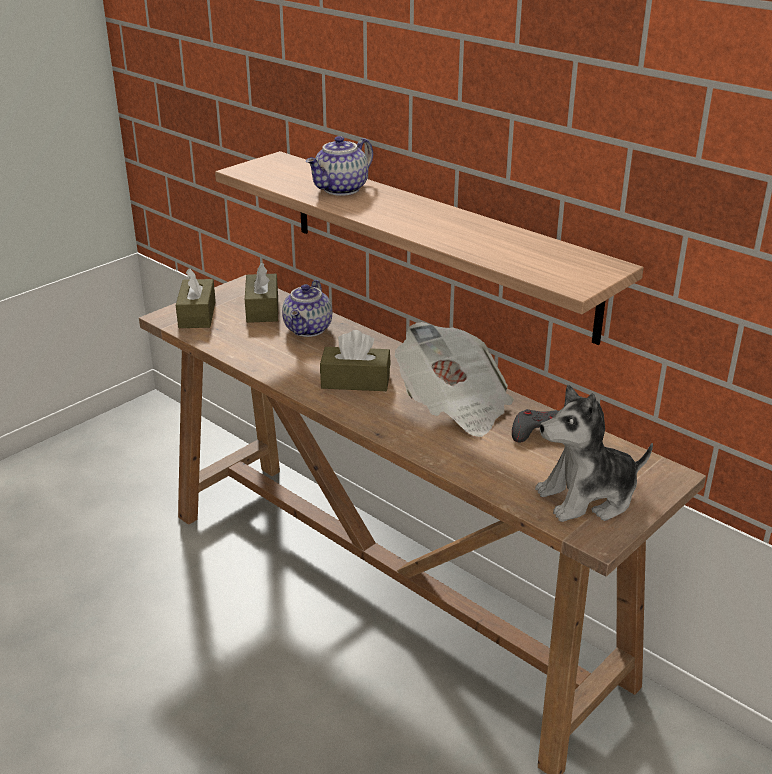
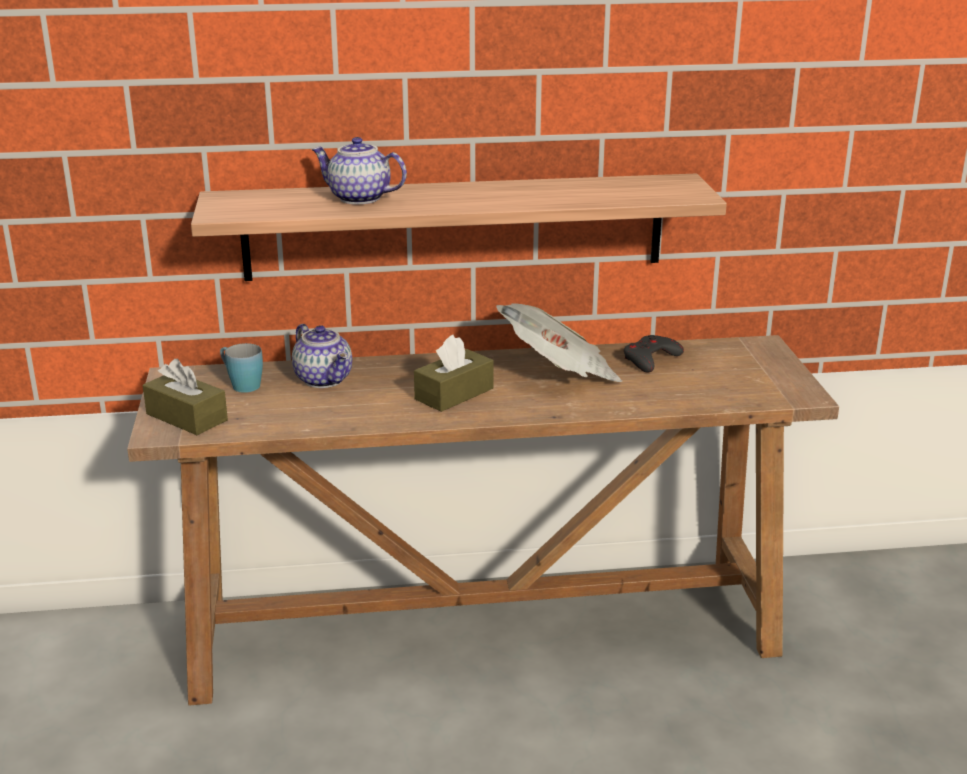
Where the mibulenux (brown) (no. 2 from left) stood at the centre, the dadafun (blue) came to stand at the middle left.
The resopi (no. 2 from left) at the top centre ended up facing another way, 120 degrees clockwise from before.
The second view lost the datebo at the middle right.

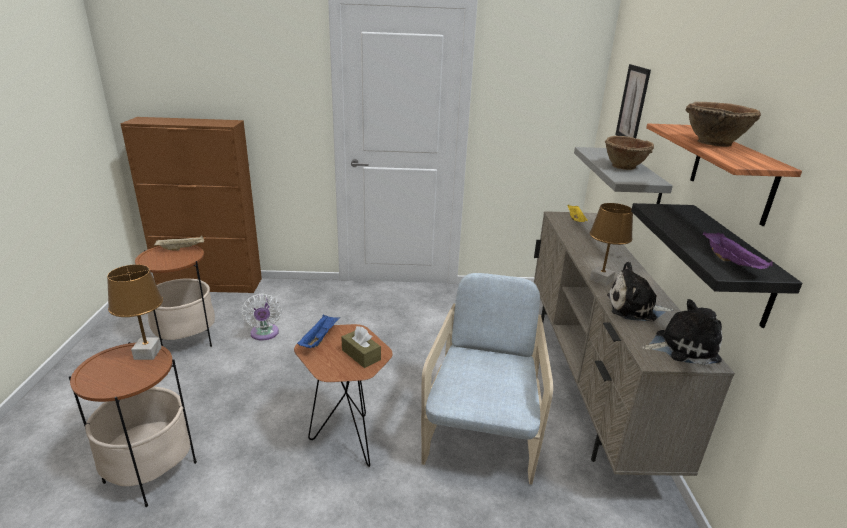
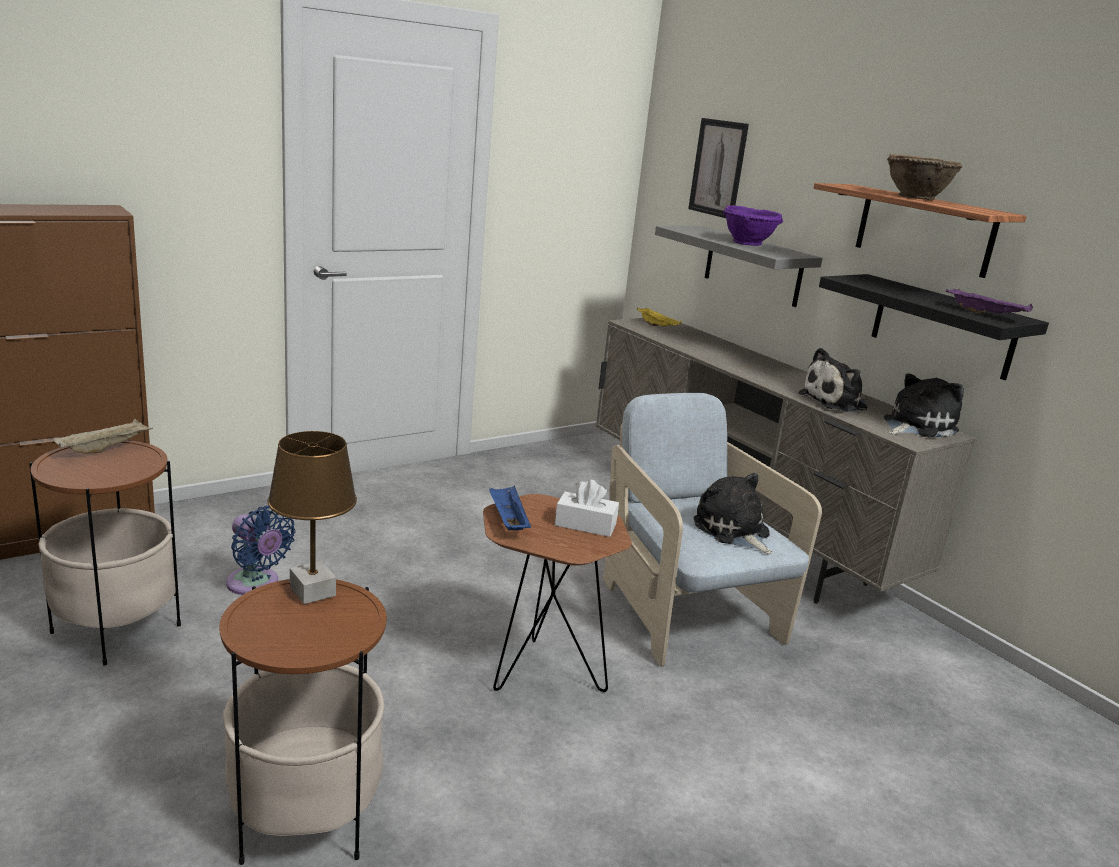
What was the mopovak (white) at the middle left turned into the mopovak (blue) at the middle left.
What was the mibulenux (brown) at the centre turned into the mibulenux (white) at the centre.
The second view lost the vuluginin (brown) (no. 2 from left) at the middle right.
What was the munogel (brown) (no. 1 from left) at the top right turned into the munogel (purple) at the top right.
The second view gained the datebo (no. 1 from left) at the centre.

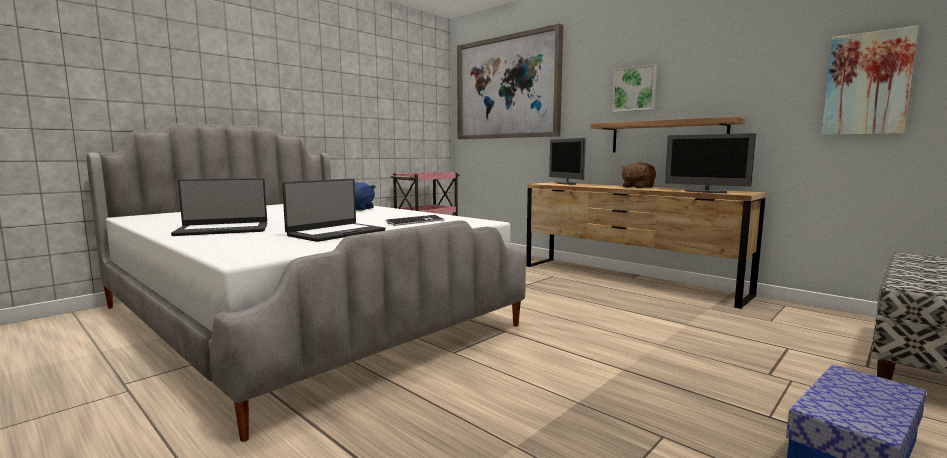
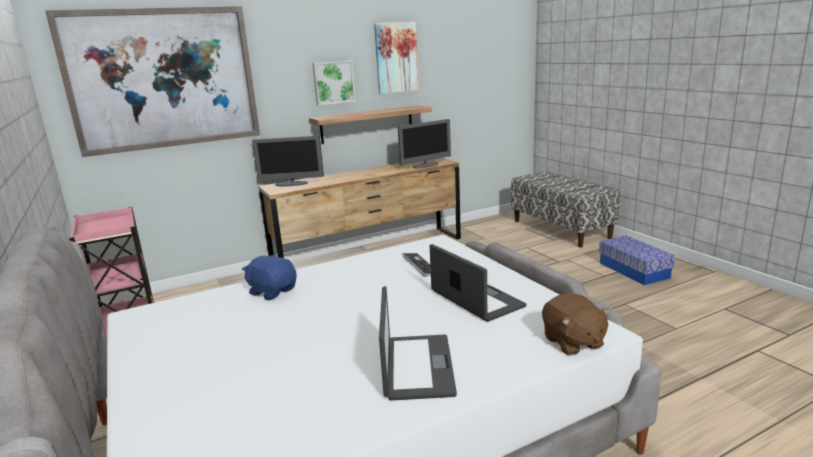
The datebo (brown) ended up elsewhere, having gone from the middle right to the bottom right.
The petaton (no. 3 from left) ended up elsewhere, having gone from the top right to the top centre.

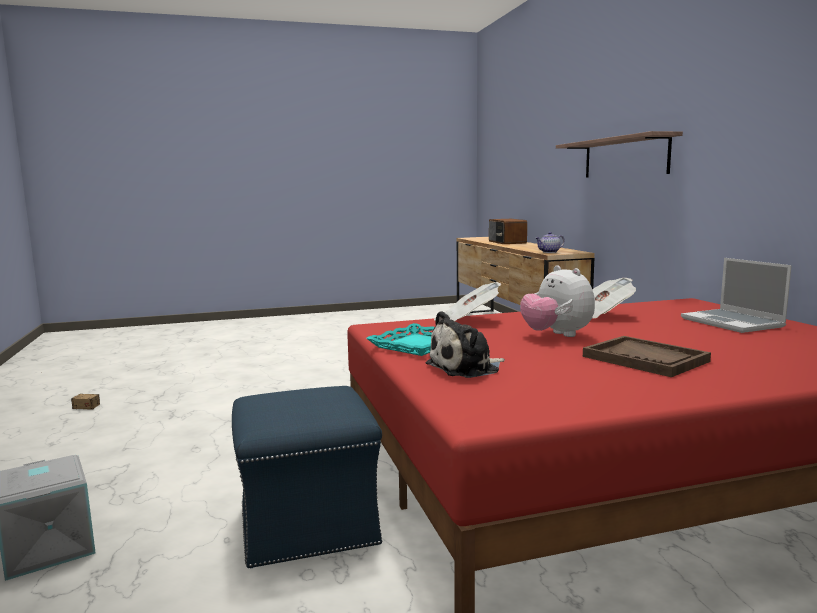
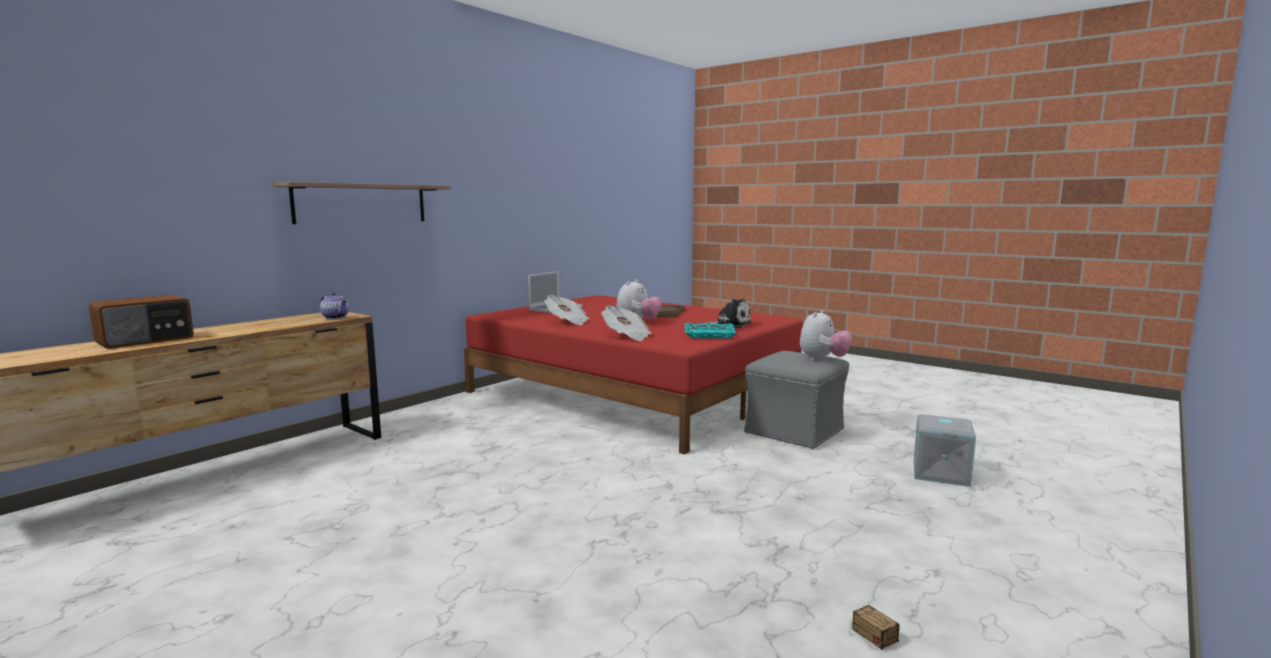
What was the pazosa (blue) at the bottom centre turned into the pazosa (grey) at the centre.
The second view gained the datebo (no. 3 from left) at the centre.

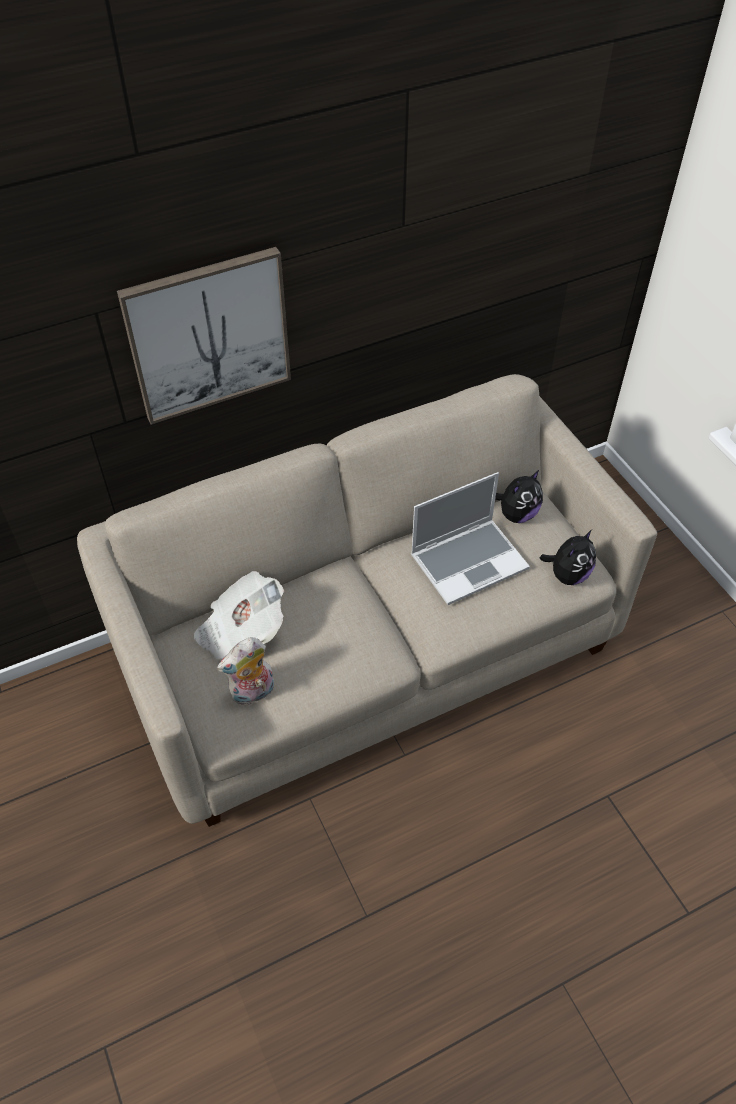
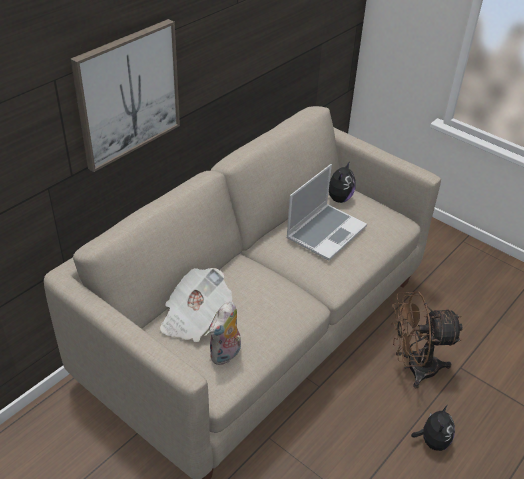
The datebo (no. 3 from left) ended up elsewhere, having gone from the middle right to the bottom right.
The second view gained the mopovak (brown) at the bottom right.

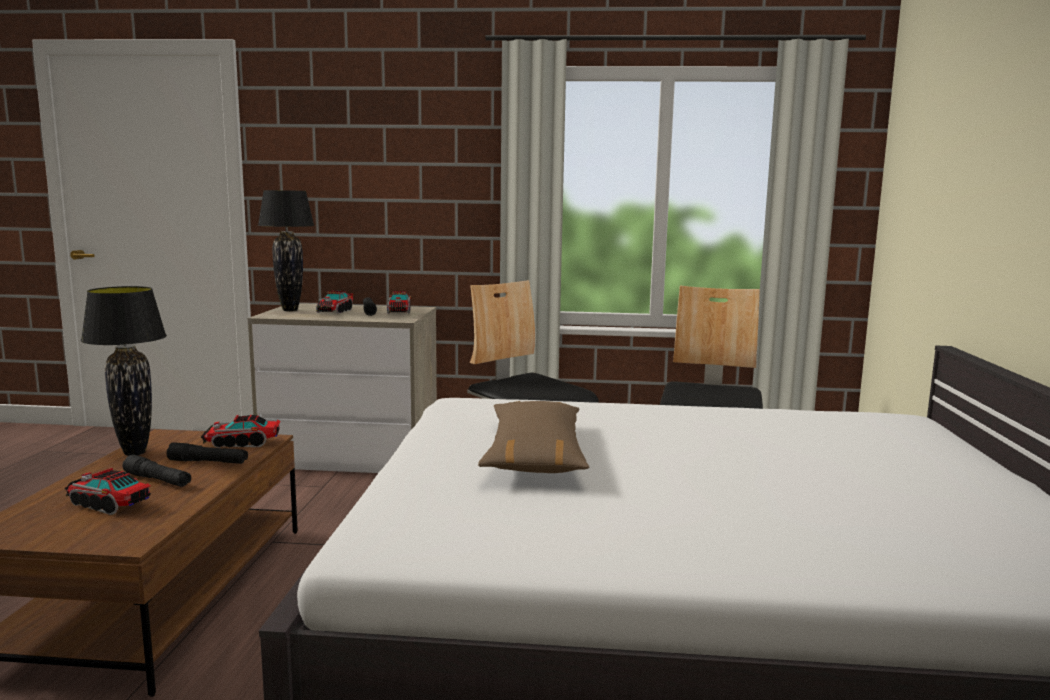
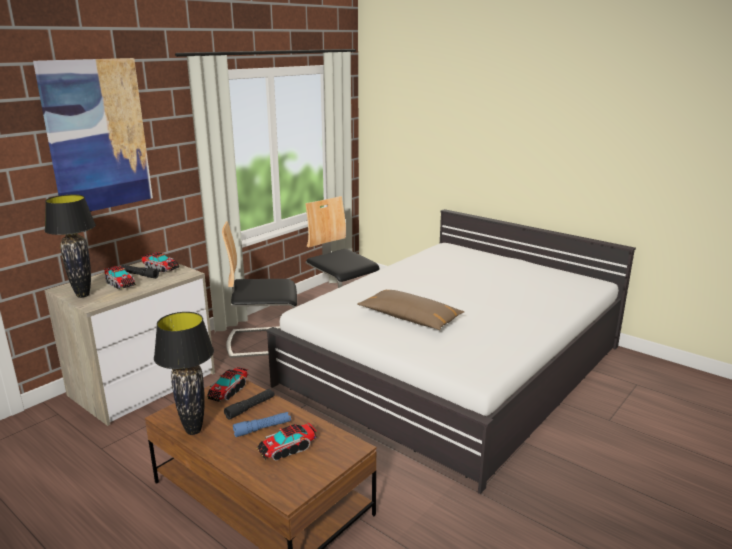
What was the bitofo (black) (no. 1 from left) at the bottom left turned into the bitofo (blue) at the bottom centre.
The second view gained the petaton at the top left.

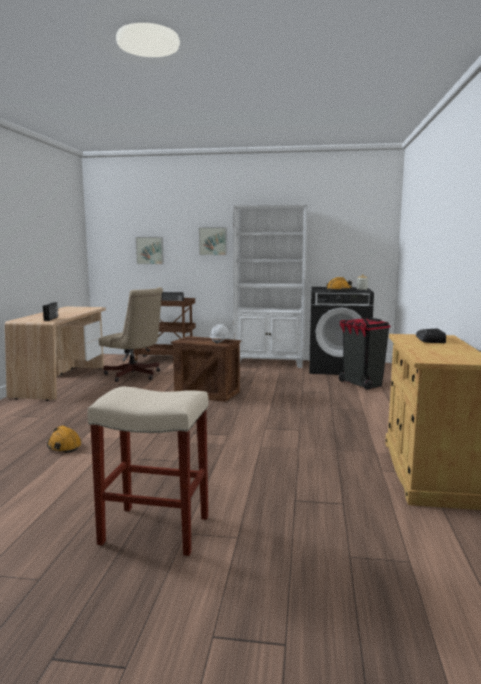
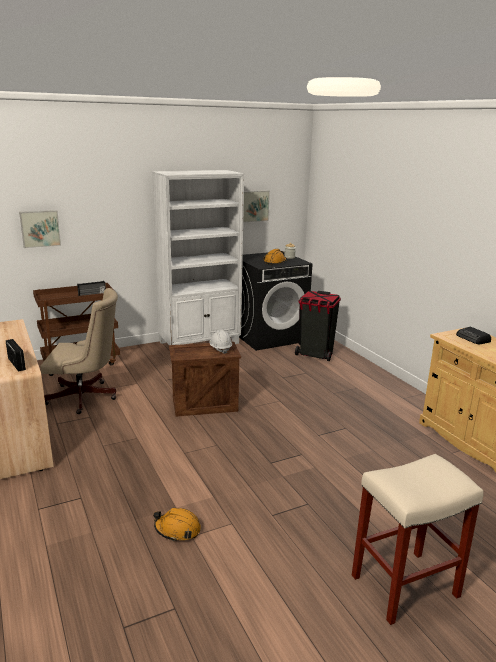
The petaton (no. 2 from left) ended up elsewhere, having gone from the centre to the top centre.

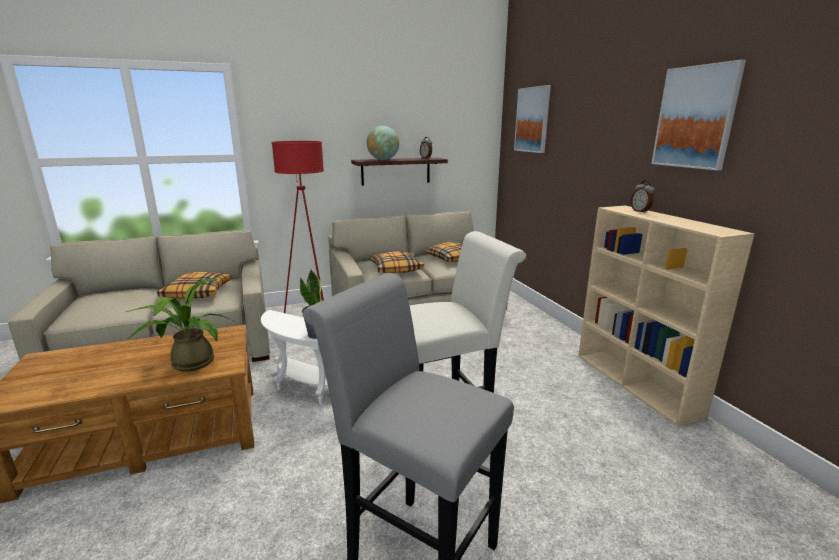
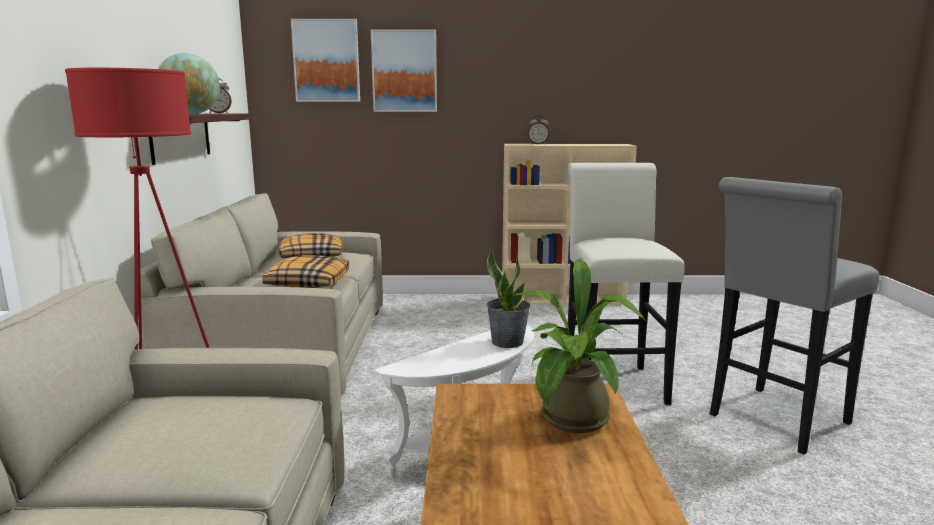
The second view lost the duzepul (no. 1 from left) at the middle left.
The petaton (no. 2 from left) ended up elsewhere, having gone from the top right to the top centre.

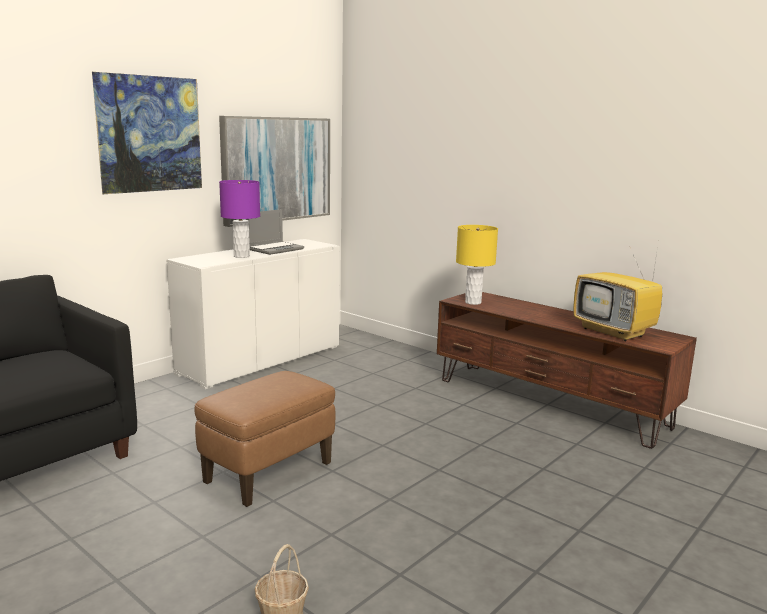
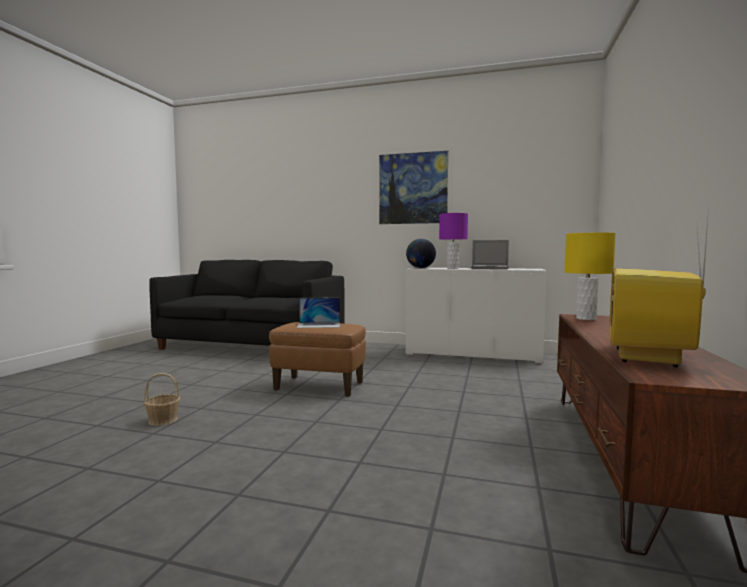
The second view lost the petaton (no. 2 from left) at the top centre.
The second view gained the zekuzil (no. 1 from left) at the centre.
The second view gained the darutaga at the centre.

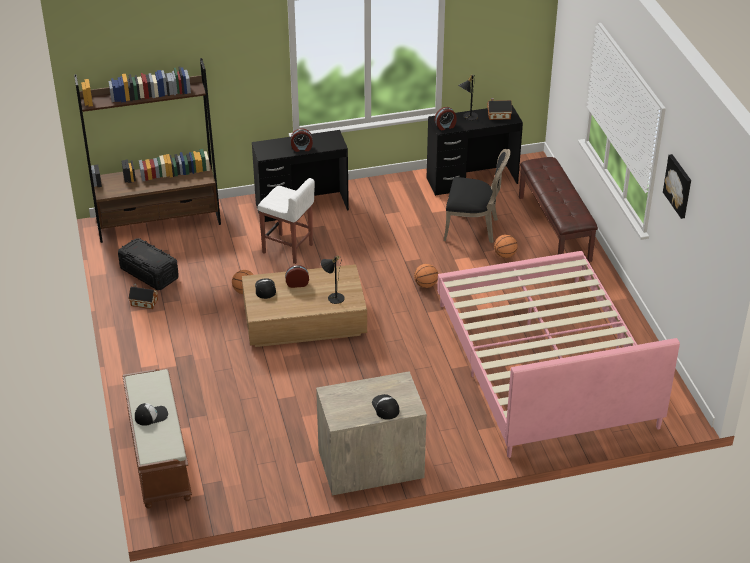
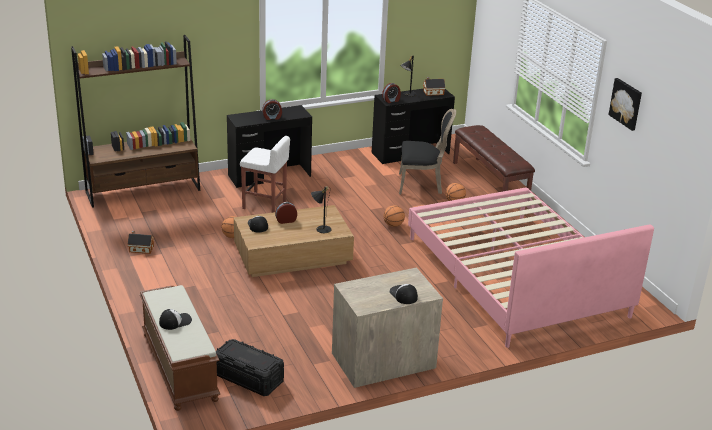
The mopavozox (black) ended up elsewhere, having gone from the middle left to the bottom centre.

